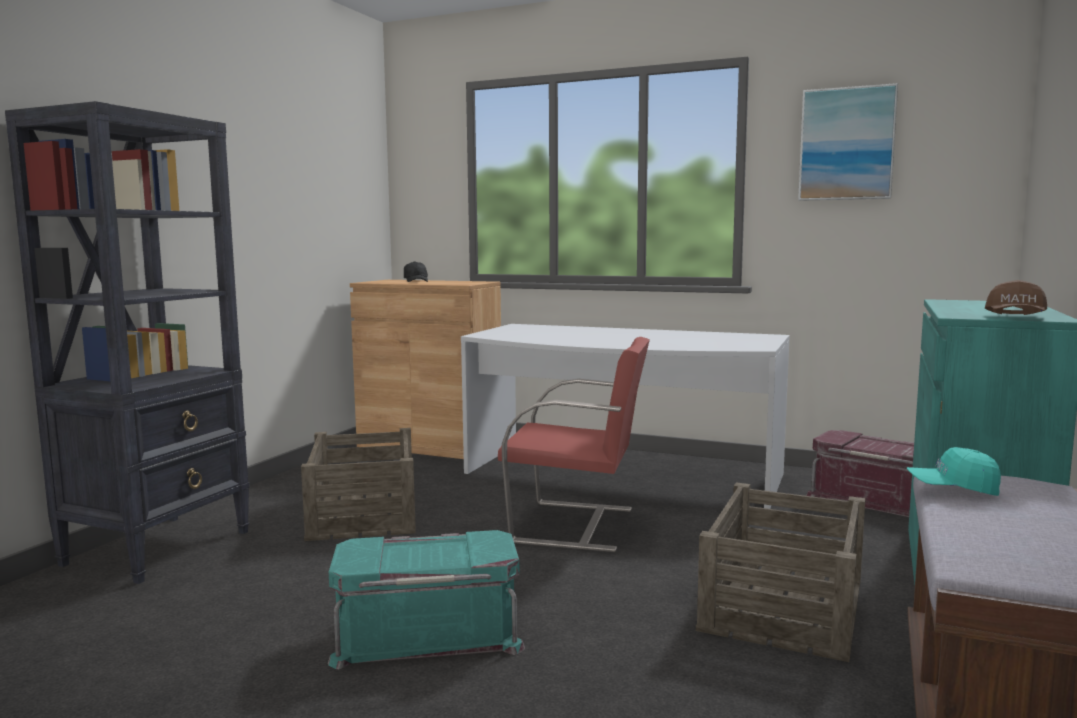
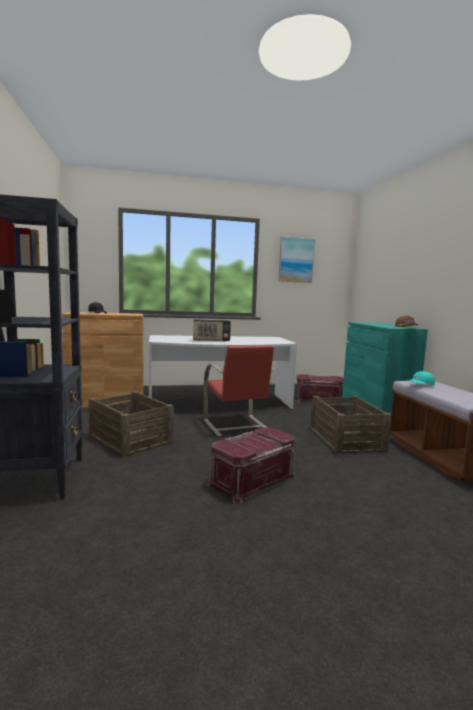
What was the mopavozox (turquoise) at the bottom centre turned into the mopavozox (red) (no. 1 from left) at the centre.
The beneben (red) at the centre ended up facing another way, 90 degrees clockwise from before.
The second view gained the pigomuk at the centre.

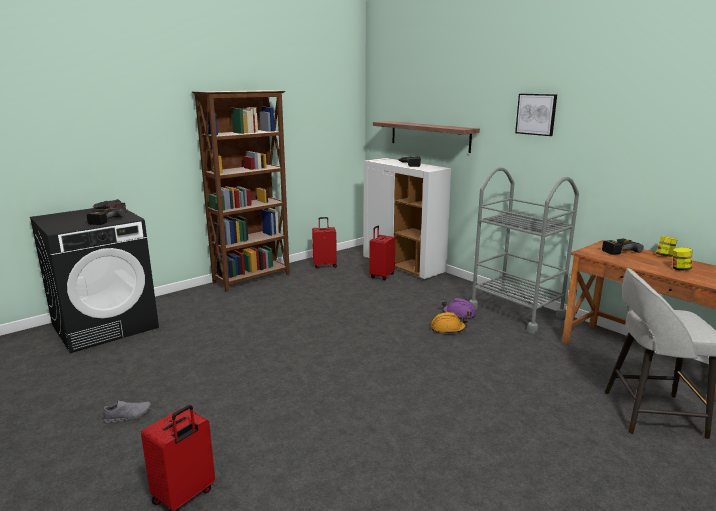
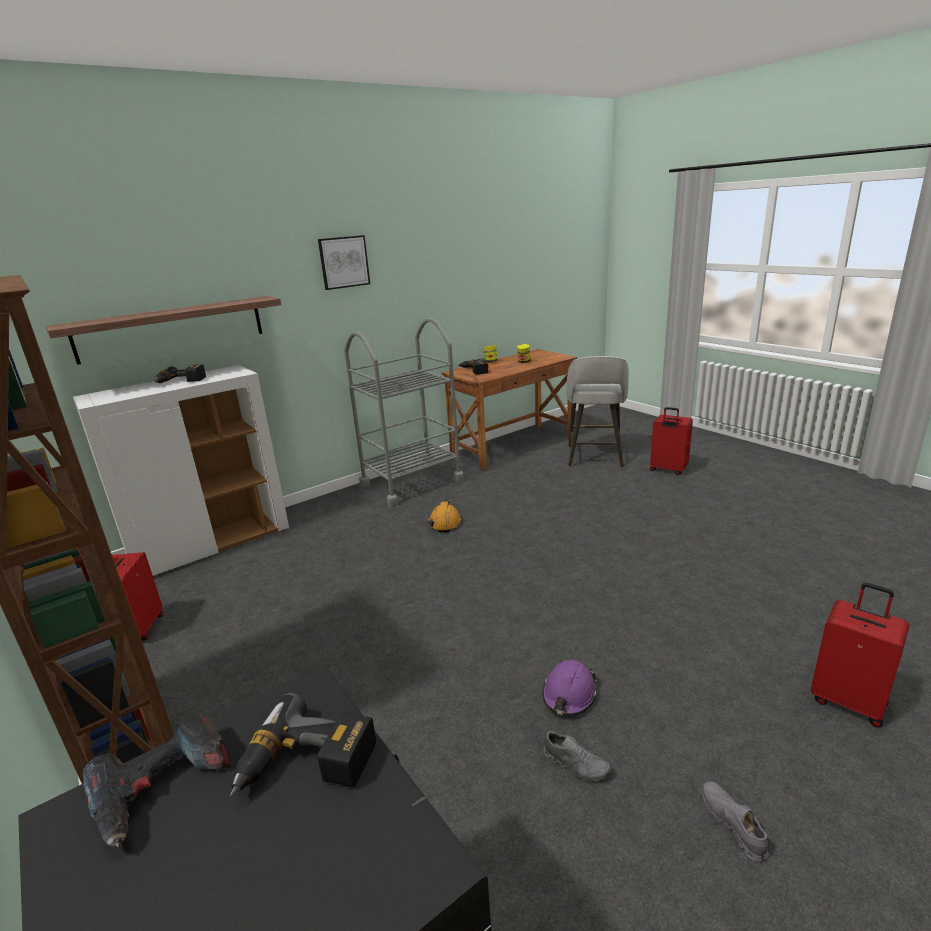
The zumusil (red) (no. 3 from left in the first image) ended up elsewhere, having gone from the centre to the middle right.
The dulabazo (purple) ended up elsewhere, having gone from the centre to the bottom centre.
The second view gained the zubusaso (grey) (no. 1 from left) at the bottom centre.

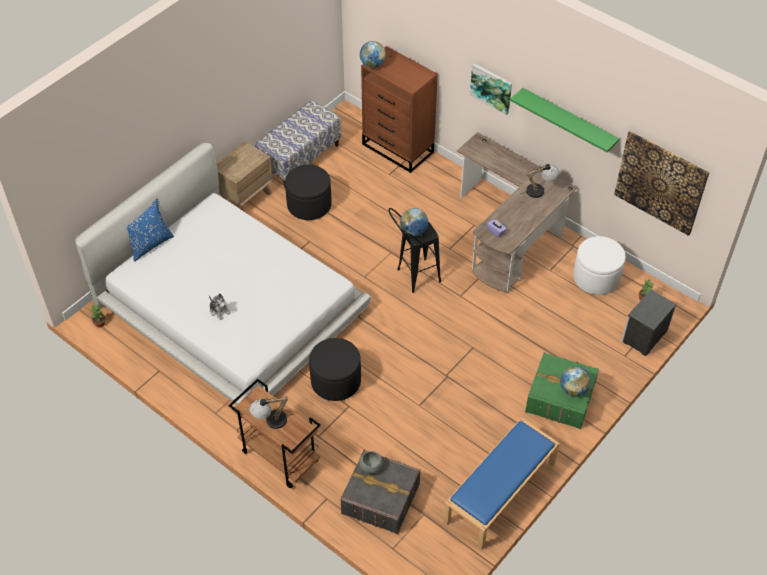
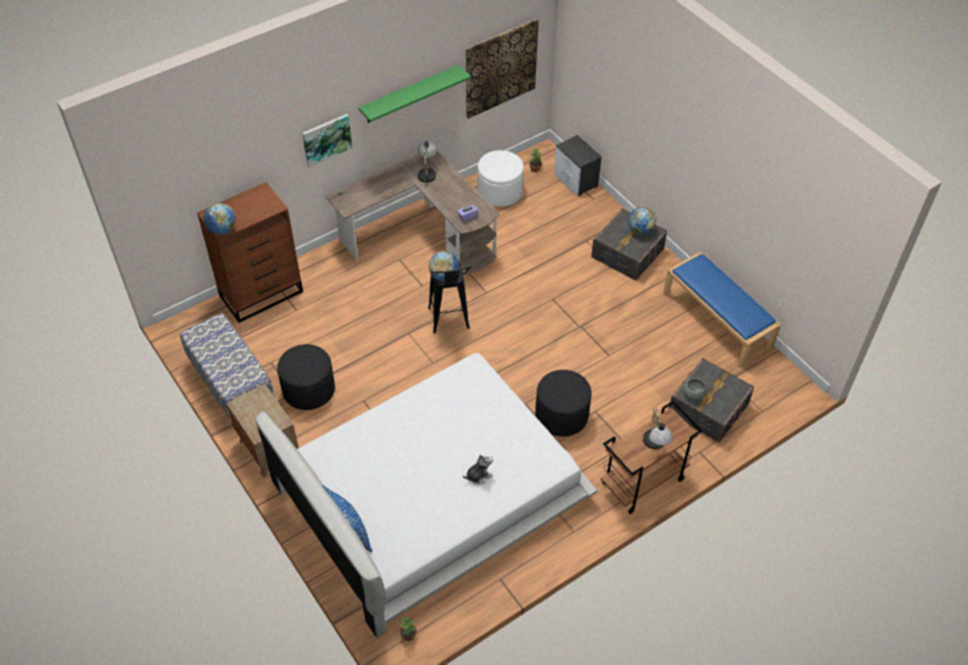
What was the mopavozox (green) at the bottom right turned into the mopavozox (grey) (no. 1 from left) at the centre.

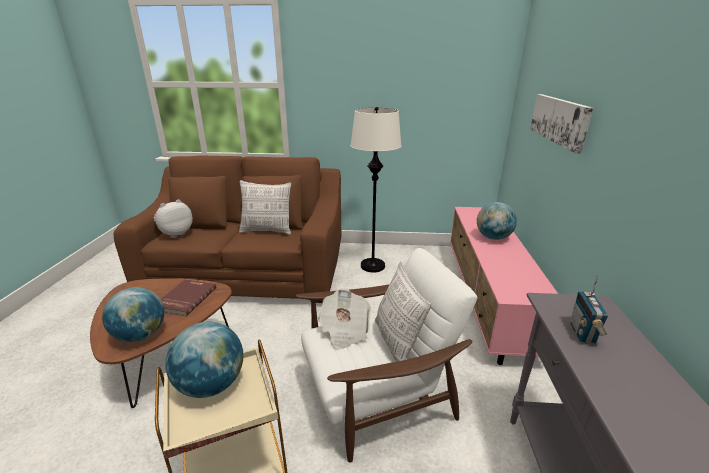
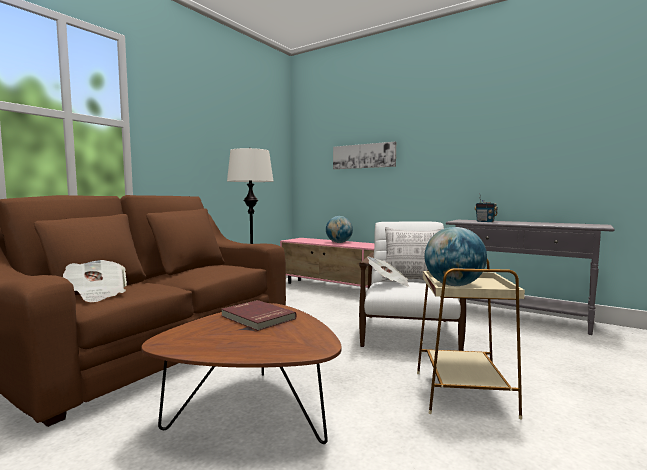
The second view lost the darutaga (no. 1 from left) at the middle left.
Where the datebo stood at the middle left, the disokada (no. 1 from left) came to stand at the middle left.
The second view lost the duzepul (no. 1 from left) at the centre.

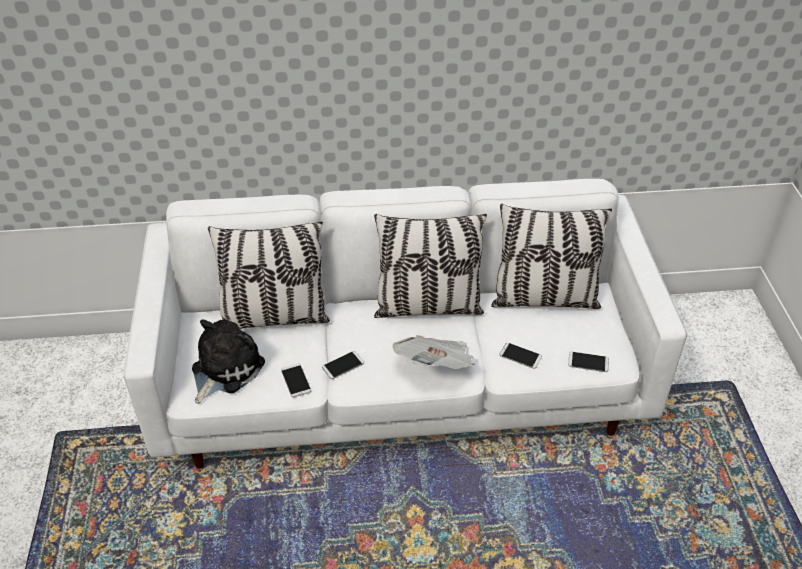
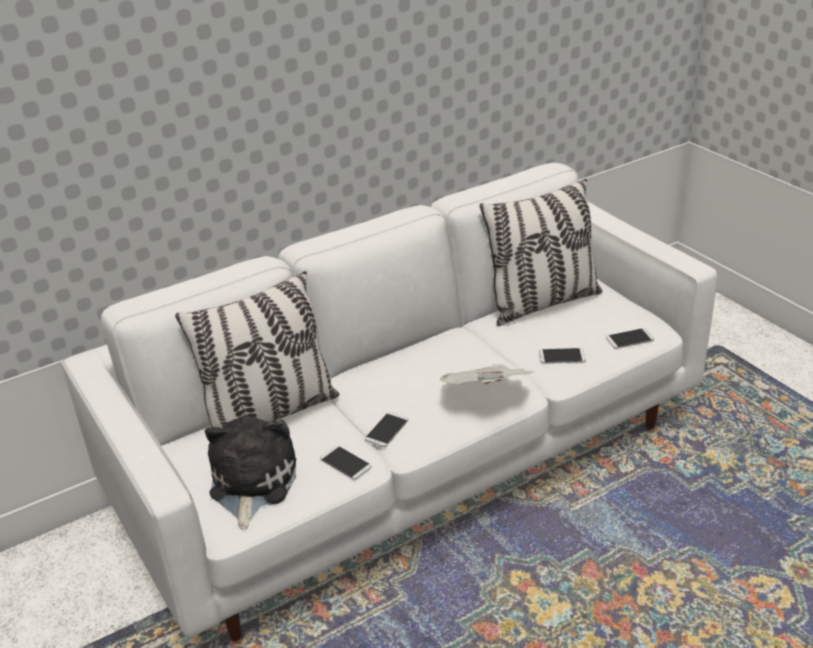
The second view lost the duzepul (no. 2 from left) at the centre.

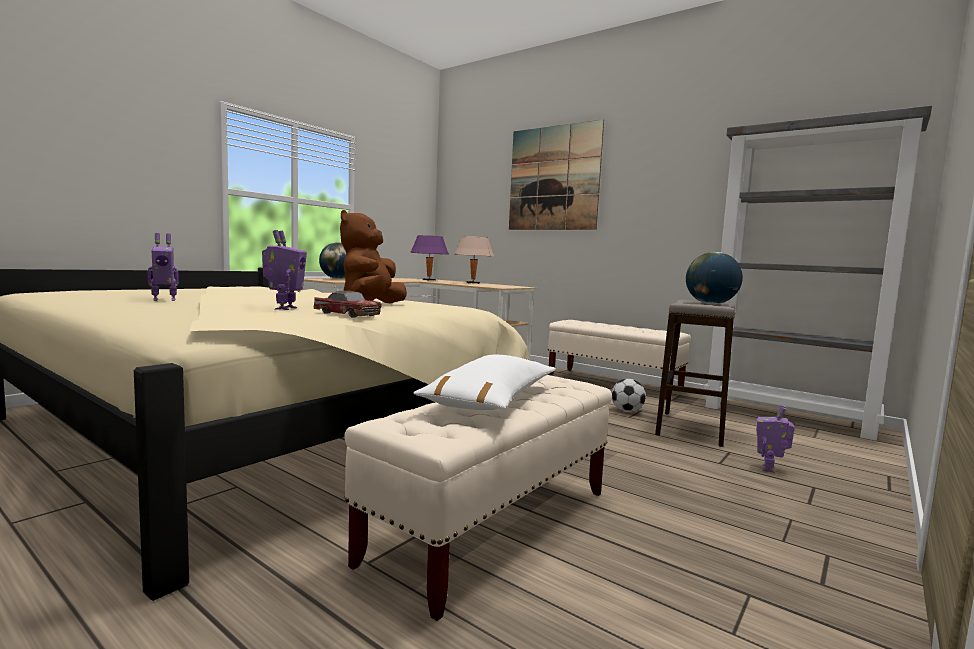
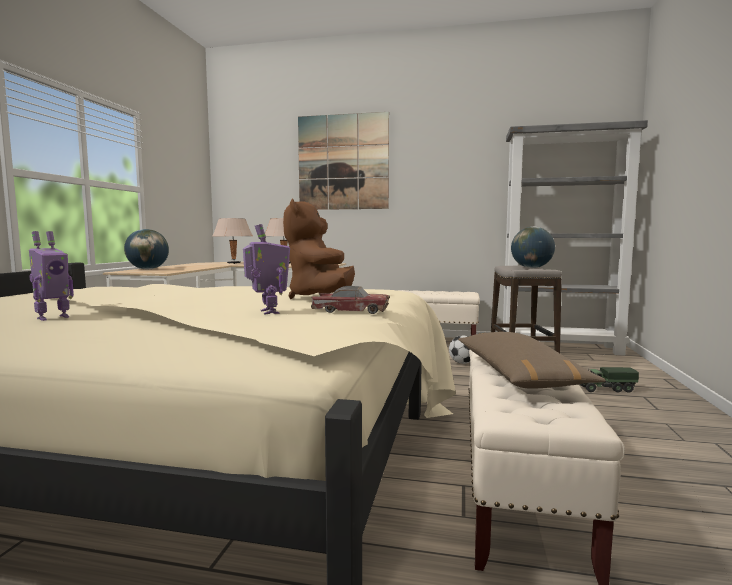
What was the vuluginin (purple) at the centre turned into the vuluginin (beige) (no. 1 from left) at the middle left.
What was the duzepul (white) at the centre turned into the duzepul (brown) at the middle right.
Where the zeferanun (no. 3 from left) stood at the bottom right, the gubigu came to stand at the middle right.

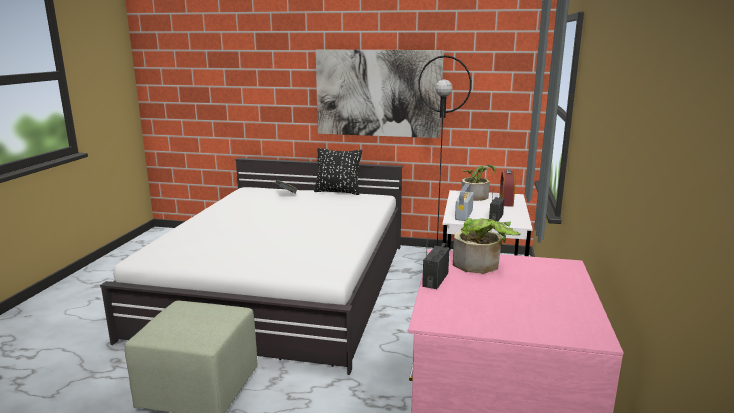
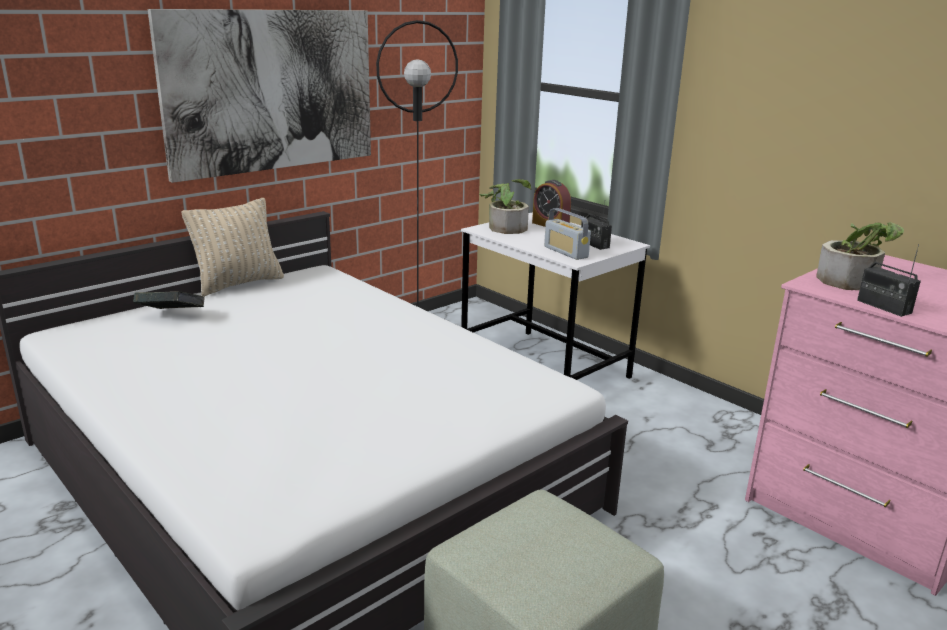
What was the duzepul (black) at the centre turned into the duzepul (beige) at the middle left.

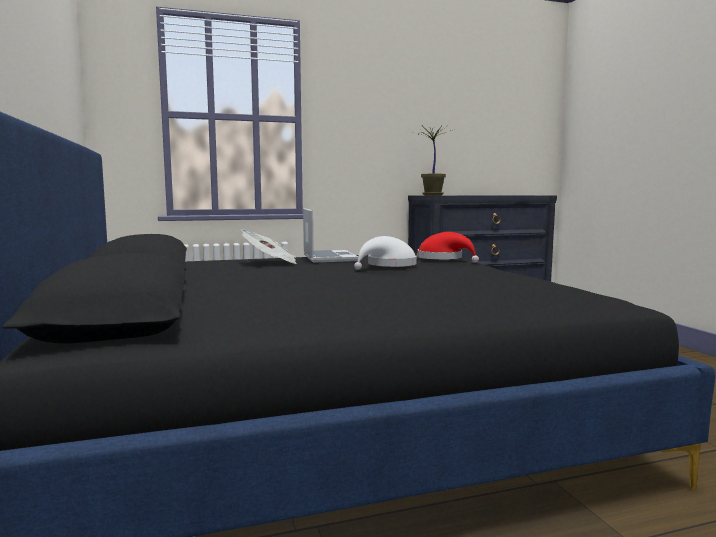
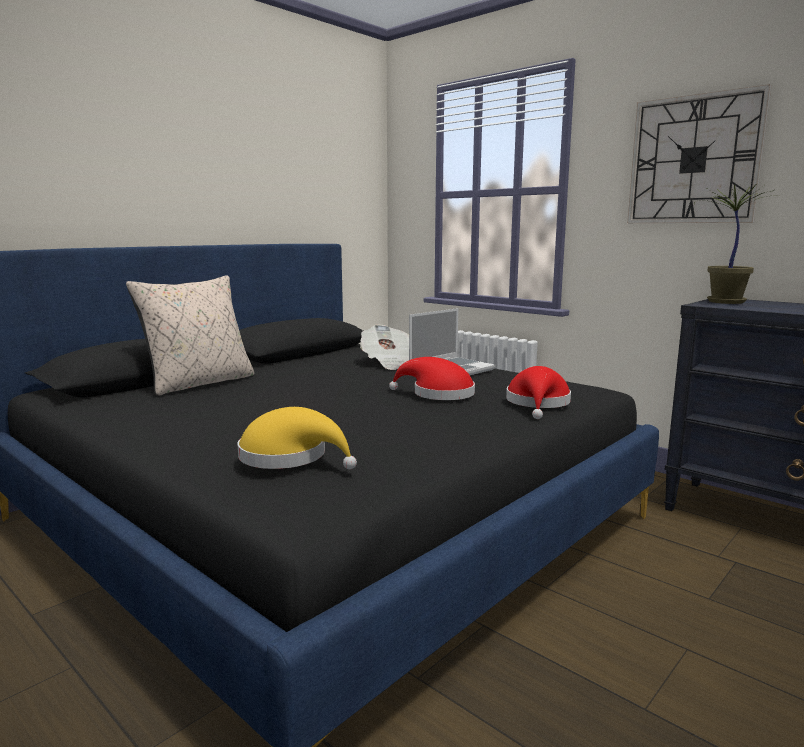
What was the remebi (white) at the centre turned into the remebi (red) (no. 1 from left) at the centre.
The second view gained the duzepul (beige) at the middle left.
The second view gained the remebi (yellow) at the centre.
The second view gained the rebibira at the top right.

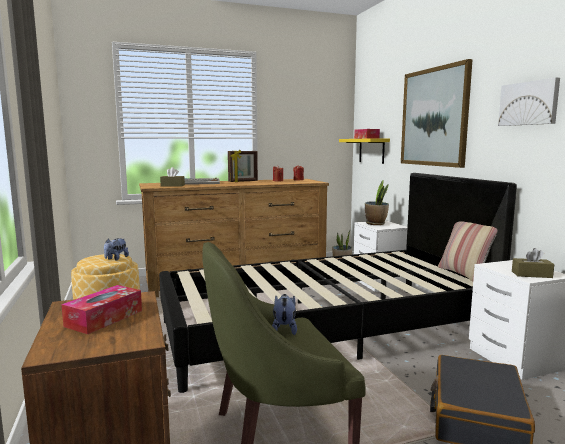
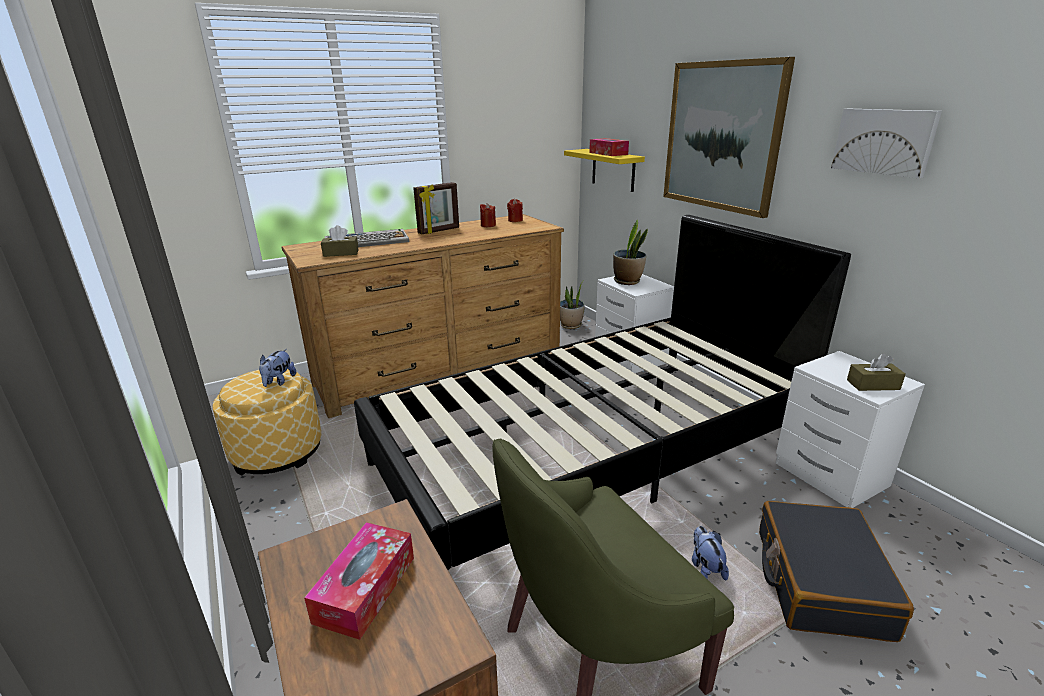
The datebo (no. 2 from left) ended up elsewhere, having gone from the bottom centre to the bottom right.
The second view lost the duzepul at the middle right.

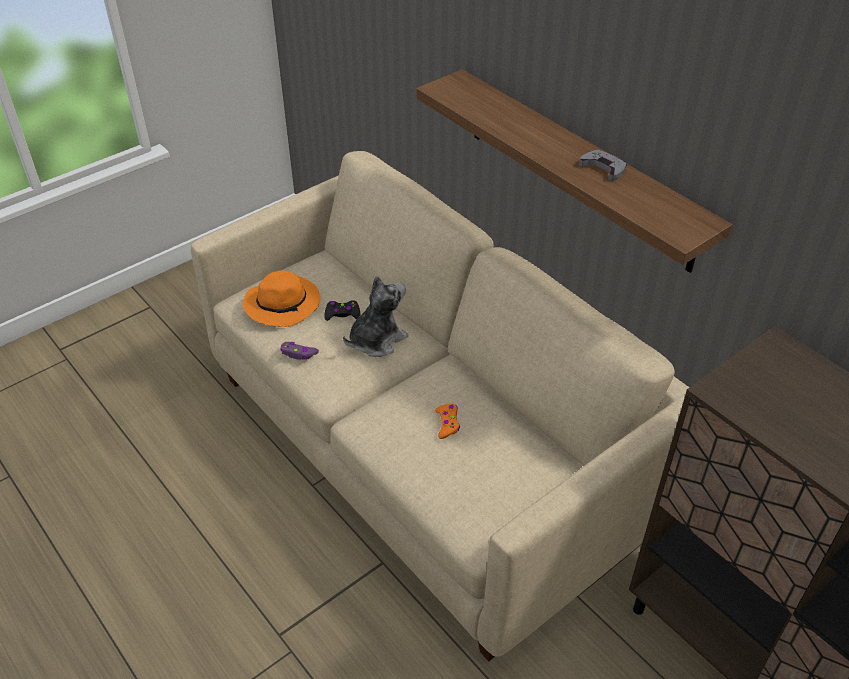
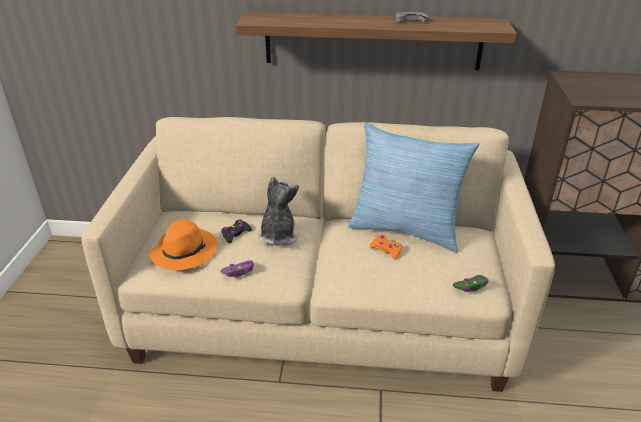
The second view gained the duzepul at the centre.
The second view gained the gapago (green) at the bottom right.

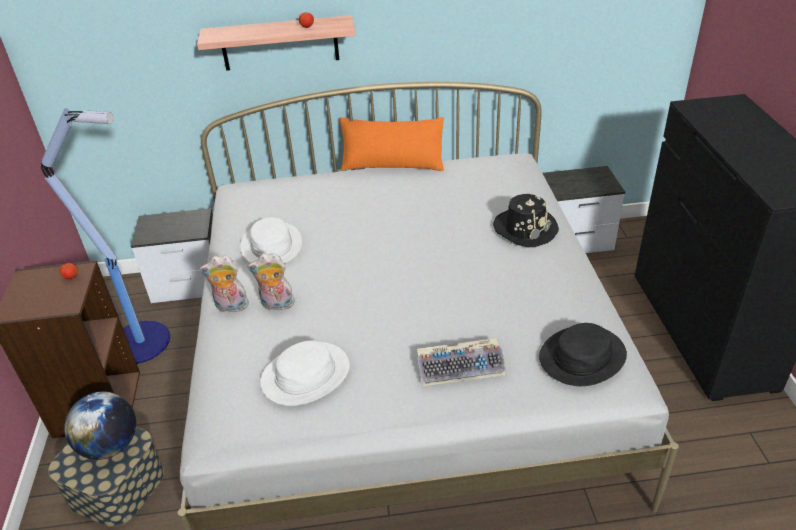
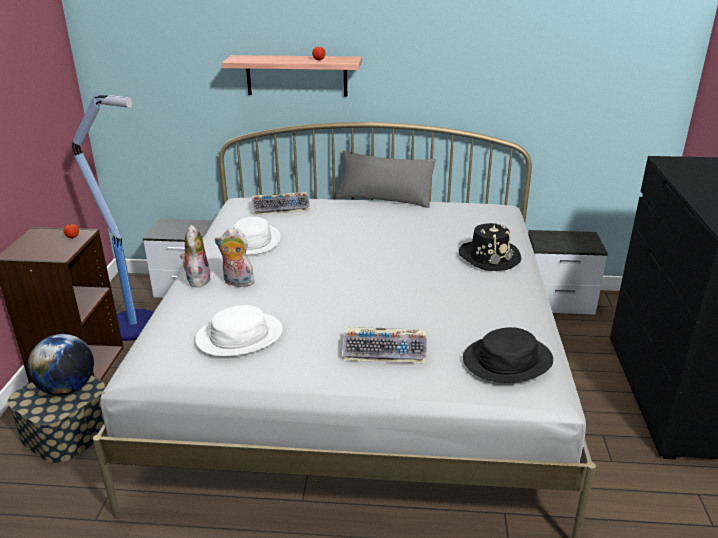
The datebo (no. 1 from left) at the middle left ended up facing another way, 75 degrees clockwise from before.
What was the duzepul (orange) at the top centre turned into the duzepul (grey) at the top centre.
The second view gained the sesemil (no. 1 from left) at the centre.

